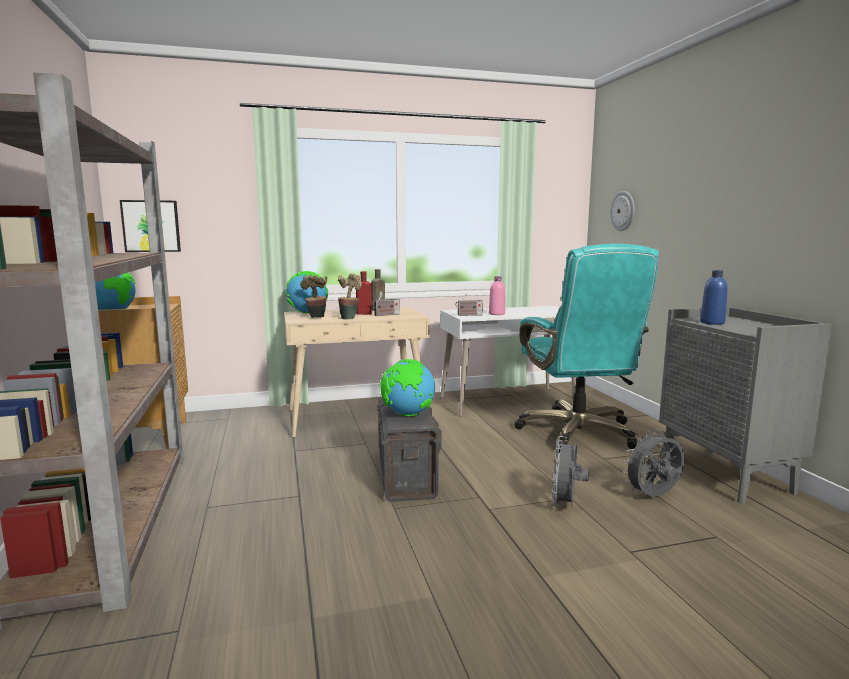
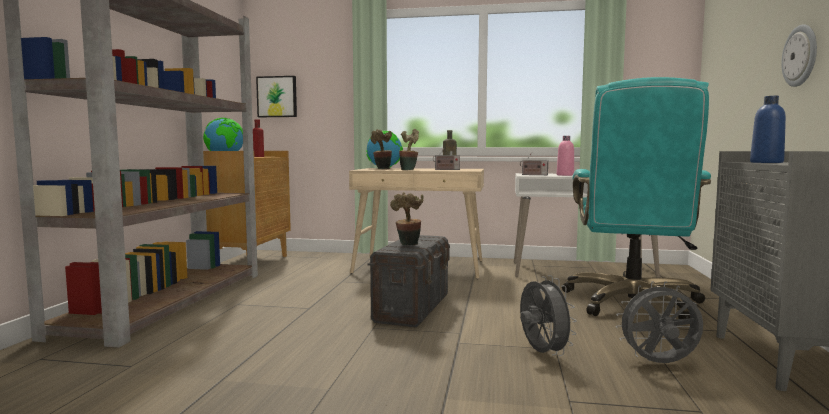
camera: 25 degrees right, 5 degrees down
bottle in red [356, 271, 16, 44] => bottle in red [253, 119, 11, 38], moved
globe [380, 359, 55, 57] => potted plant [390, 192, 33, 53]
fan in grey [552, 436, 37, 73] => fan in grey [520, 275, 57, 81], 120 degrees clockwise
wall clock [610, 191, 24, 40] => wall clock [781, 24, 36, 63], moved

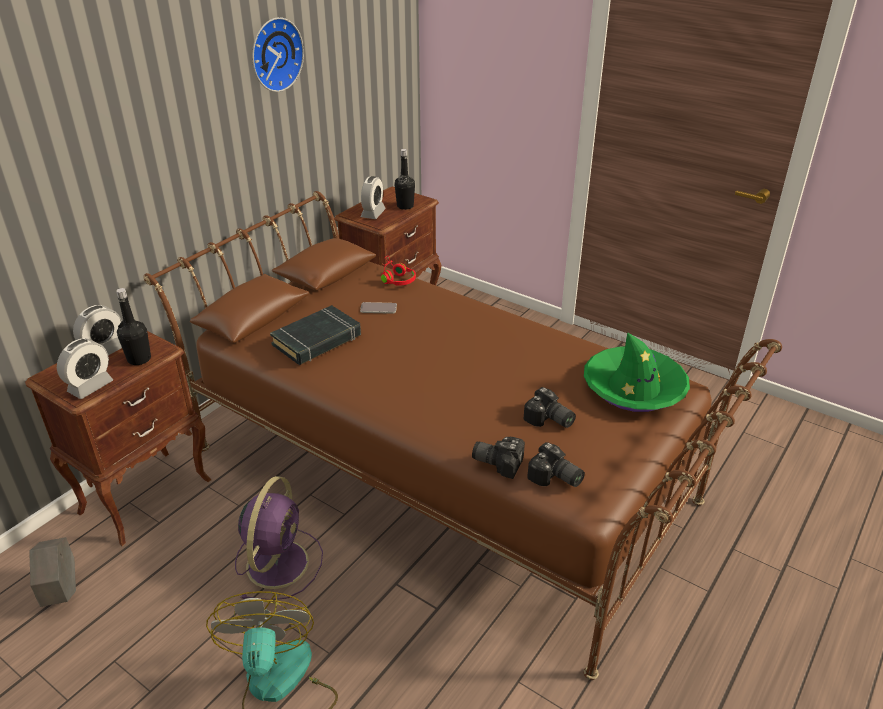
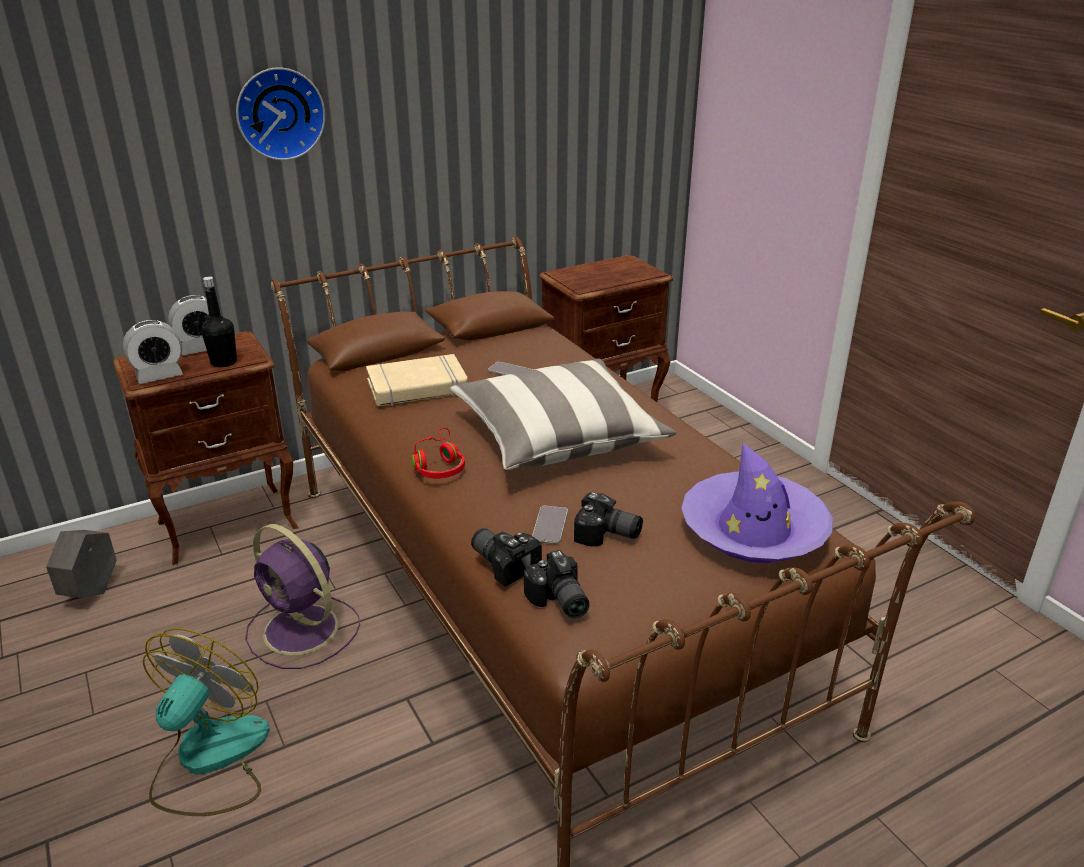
camera: 25 degrees right, 5 degrees down
wall clock [252, 17, 52, 75] => wall clock [236, 67, 89, 93], moved
fan in purple [235, 476, 88, 124] => fan in purple [245, 524, 115, 145], 90 degrees clockwise
book in black [270, 305, 91, 60] => book in beige [366, 354, 102, 53]
headphones in red [381, 256, 35, 30] => headphones in red [411, 428, 54, 51], moved
nothing => pillow [450, 359, 227, 111]
nothing => phone [532, 506, 36, 38]
photo camera [524, 387, 52, 41] => photo camera [574, 492, 69, 55], 45 degrees counterclockwise
hat in green [584, 332, 106, 80] => hat in purple [681, 443, 152, 120]
alarm clock [360, 176, 26, 43] => nothing
bottle in black [394, 149, 21, 61] => nothing

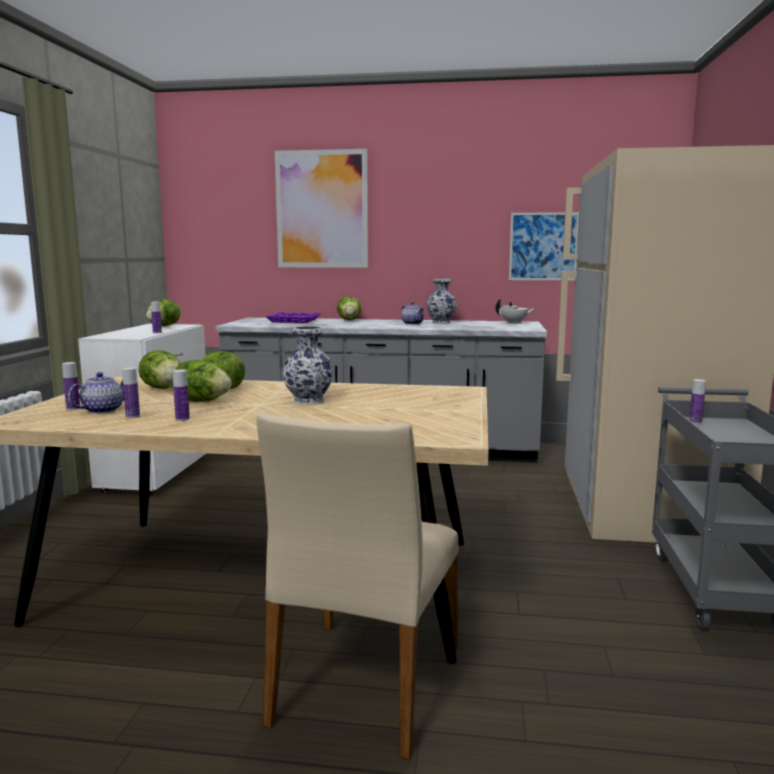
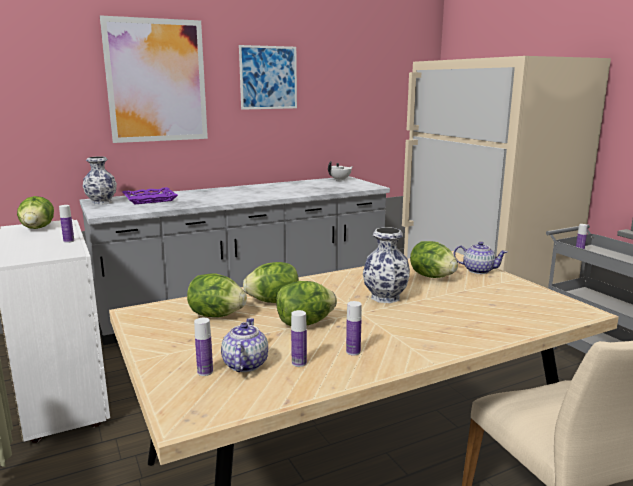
camera: 35 degrees left, 5 degrees up
vase [426, 279, 31, 45] => vase [83, 156, 34, 49], moved
picture [509, 212, 70, 69] => picture [239, 45, 58, 65], moved
lettuce [337, 296, 24, 24] => lettuce [410, 241, 48, 37], moved
teapot [401, 302, 23, 23] => teapot [453, 241, 54, 33], moved

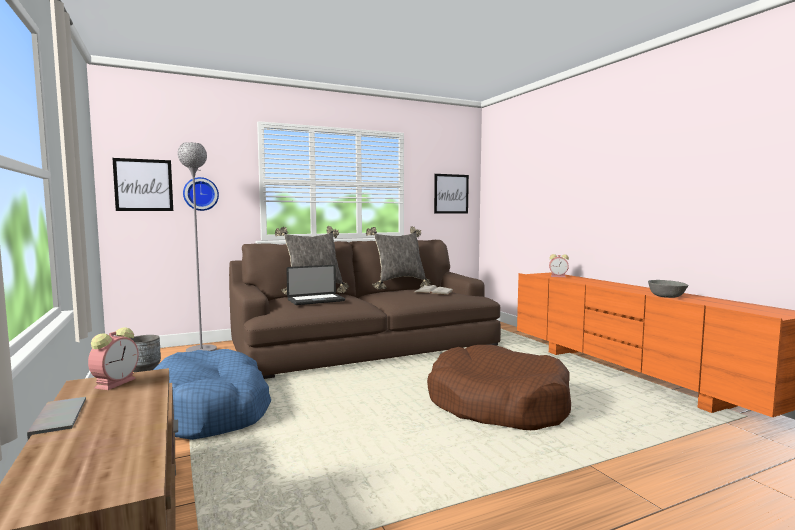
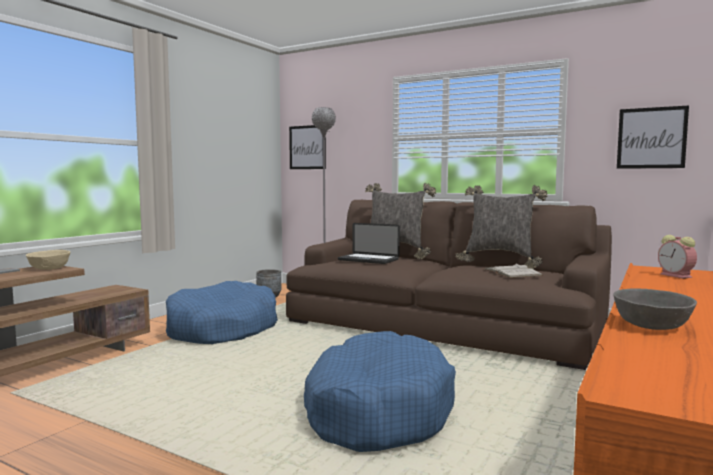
camera: 55 degrees right, 0 degrees up
alarm clock [88, 327, 51, 63] => bowl in beige [26, 250, 44, 20]
dog bed in brown [427, 345, 144, 85] => dog bed in blue [304, 331, 152, 121]
wall clock [183, 177, 36, 34] => nothing

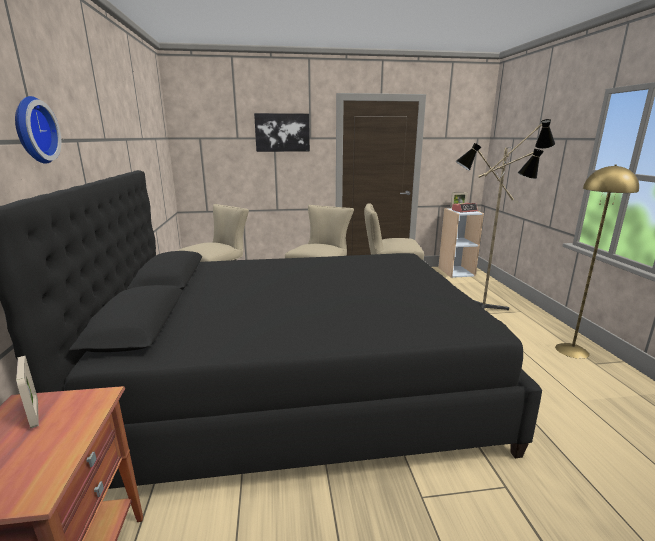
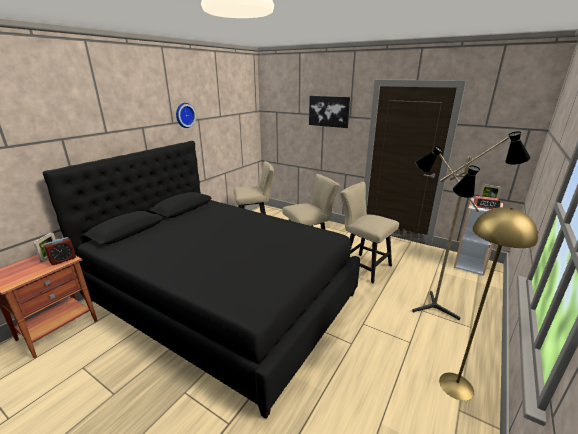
camera: 40 degrees right, 5 degrees up
nothing => alarm clock [43, 237, 33, 28]
wall clock [15, 96, 46, 68] => wall clock [176, 103, 20, 25], moved

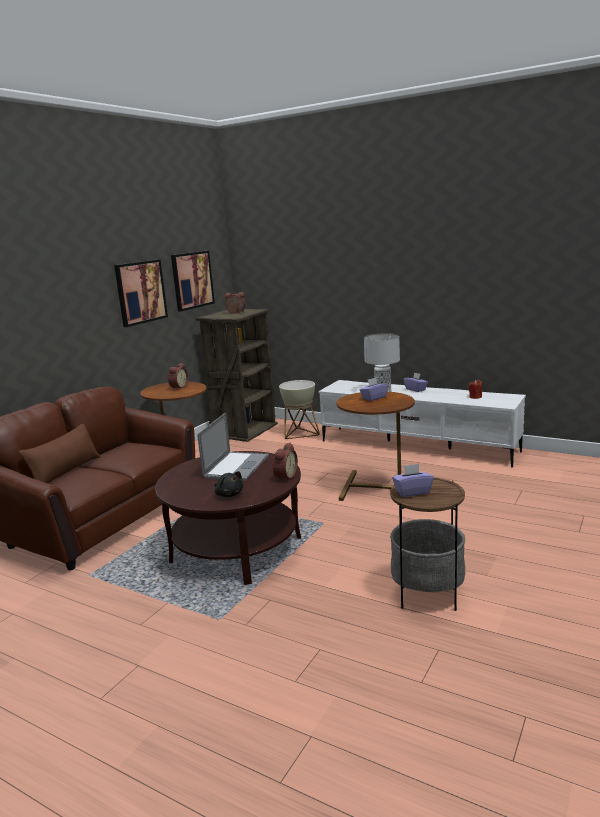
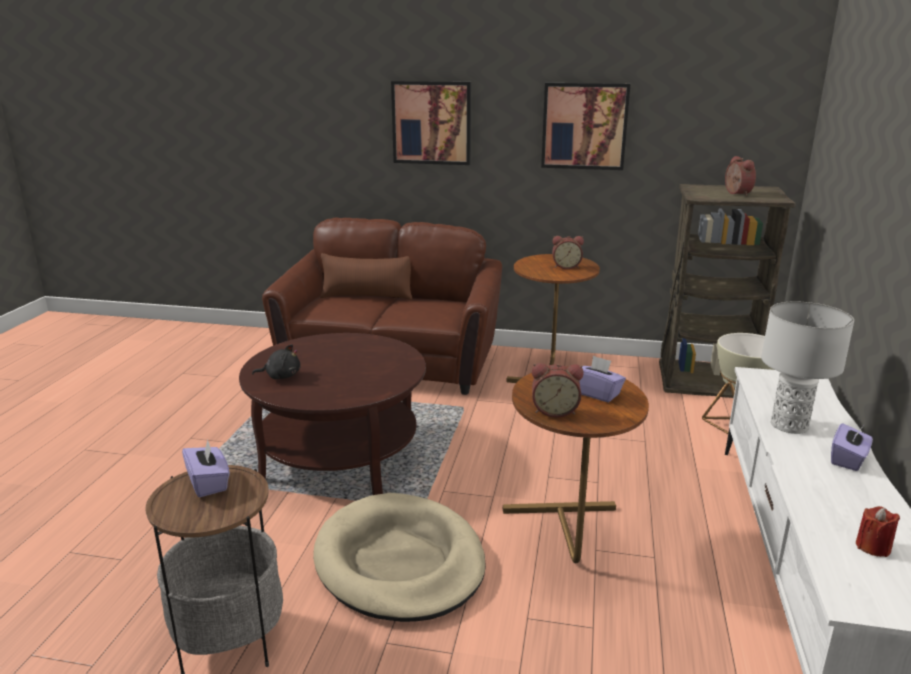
camera: 70 degrees right, 5 degrees up
plush toy in black [215, 471, 29, 26] => plush toy in black [252, 344, 48, 35], 120 degrees counterclockwise
nothing => dog bed in beige [313, 493, 173, 129]
picture [171, 251, 44, 60] => picture [391, 81, 80, 84], moved
alarm clock [272, 443, 26, 39] => alarm clock [532, 363, 51, 54], moved
laptop [197, 413, 72, 68] => nothing

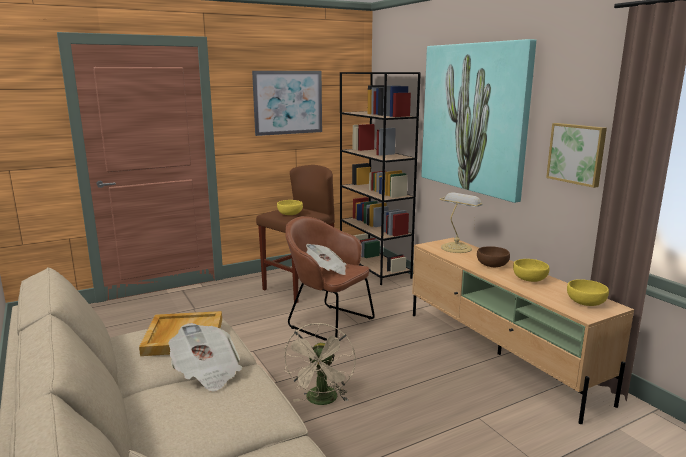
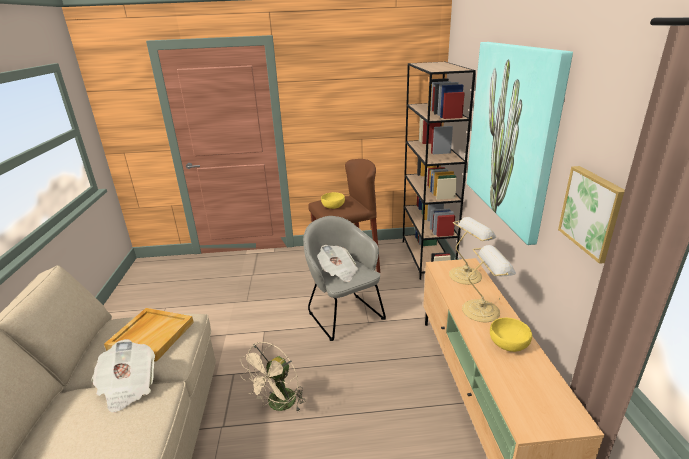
camera: 25 degrees right, 10 degrees up
armchair in brown [285, 216, 90, 125] => armchair in grey [303, 216, 83, 125]
bowl in brown [477, 246, 33, 21] => table lamp [462, 245, 54, 77]
picture [252, 71, 70, 65] => nothing
bowl in yellow [567, 279, 42, 27] => nothing

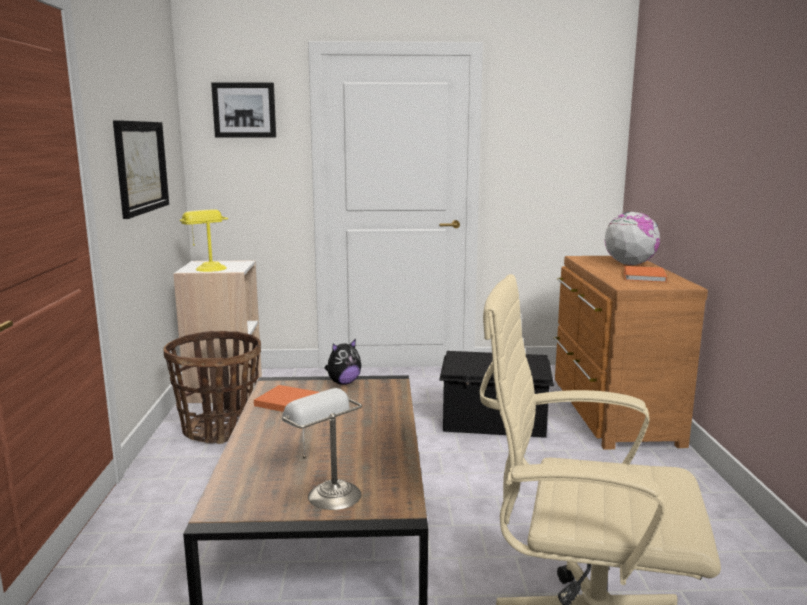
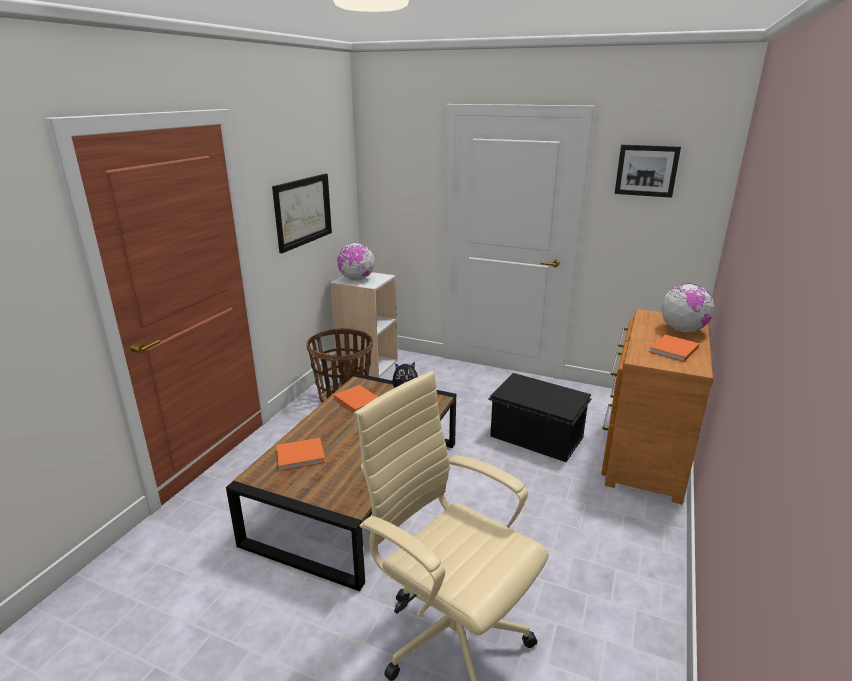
camera: 25 degrees right, 10 degrees up
nothing => book in orange [276, 438, 49, 33]
table lamp in yellow [180, 209, 48, 63] => globe [337, 243, 38, 38]
picture [211, 82, 65, 56] => picture [615, 145, 66, 53], moved
table lamp in white [282, 388, 80, 122] => nothing

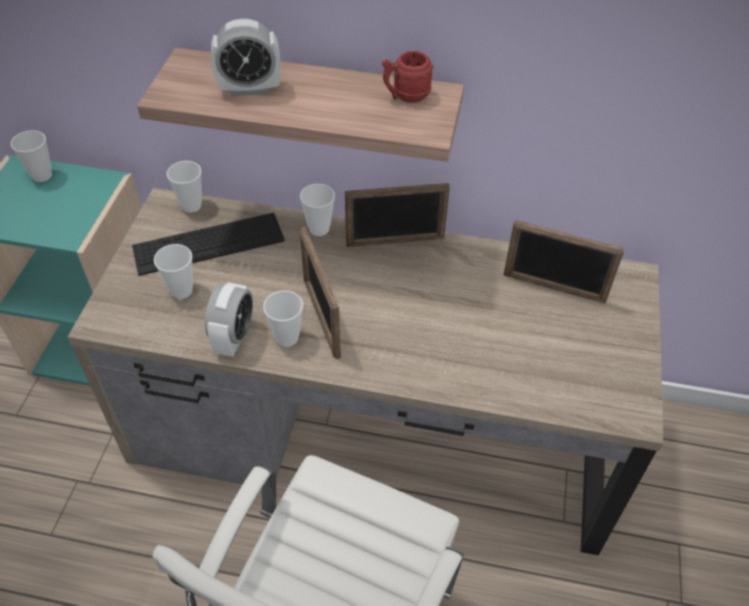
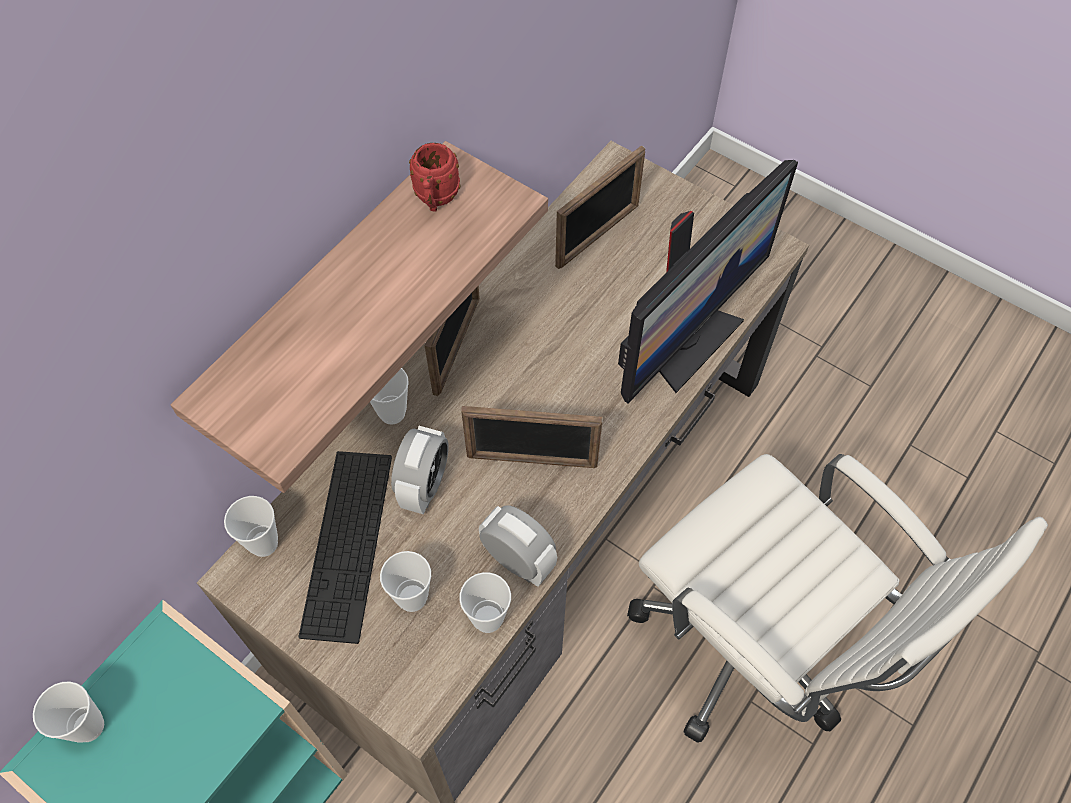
camera: 65 degrees left, 10 degrees up
alarm clock [211, 18, 70, 78] => alarm clock [391, 426, 58, 88], moved
cup [263, 290, 40, 57] => cup [459, 572, 52, 61], moved
nothing => monitor [618, 160, 180, 243]

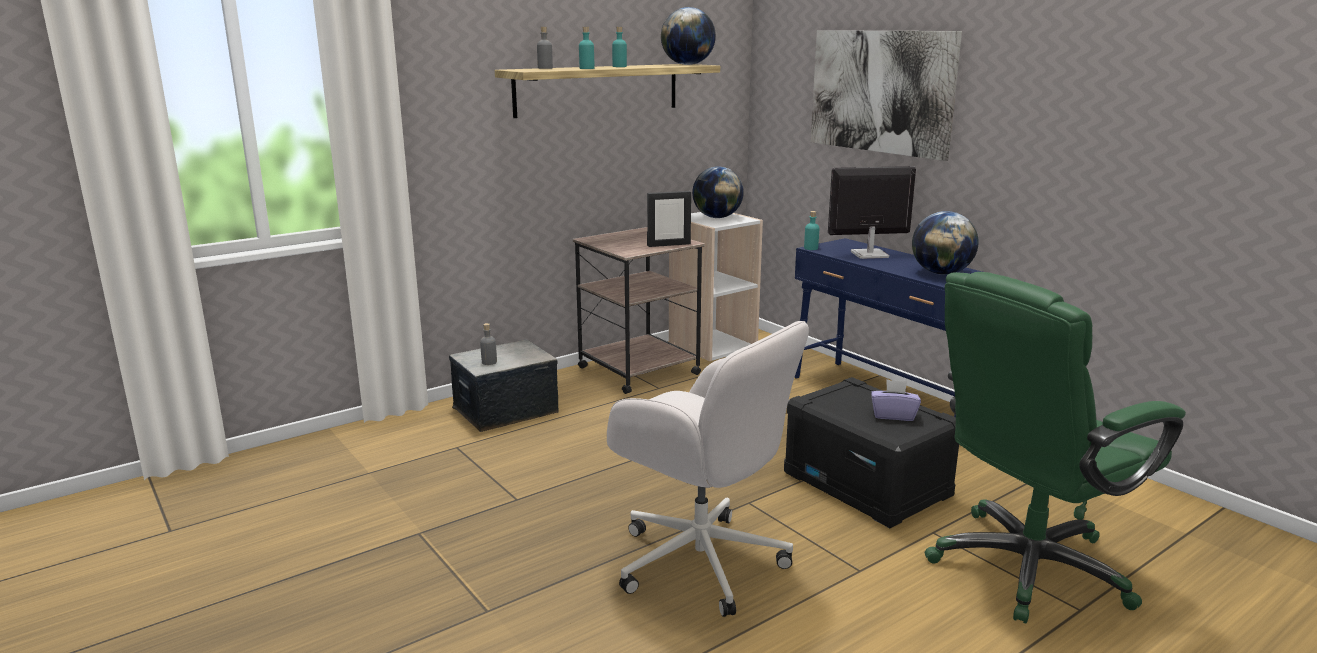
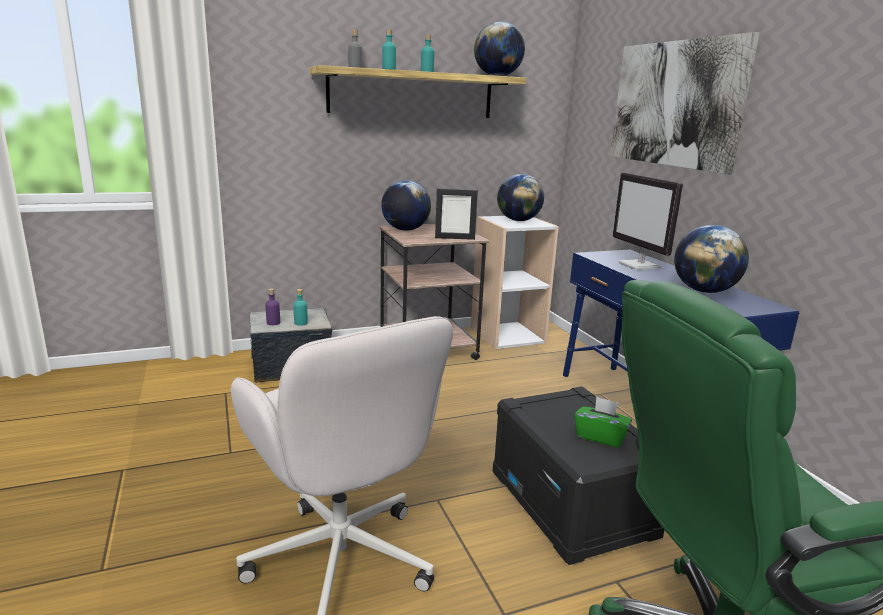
camera: 15 degrees right, 0 degrees up
bottle in grey [480, 323, 17, 42] => bottle in purple [265, 288, 15, 37]
bottle in turquoise [804, 211, 15, 39] => bottle in turquoise [293, 289, 15, 37], moved
nothing => globe [381, 180, 50, 51]
tissue box in purple [871, 379, 50, 42] => tissue box in green [575, 397, 57, 51]
monitor [828, 166, 88, 93] => monitor [613, 173, 70, 97], 120 degrees counterclockwise

